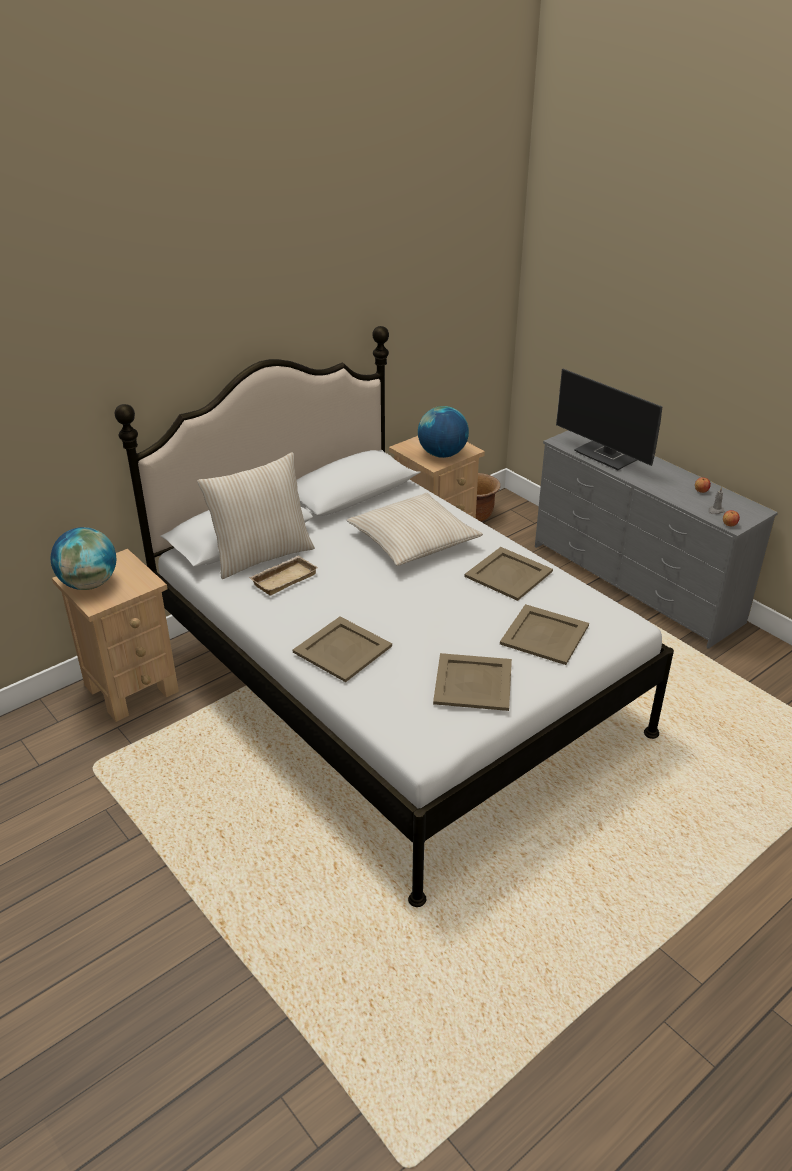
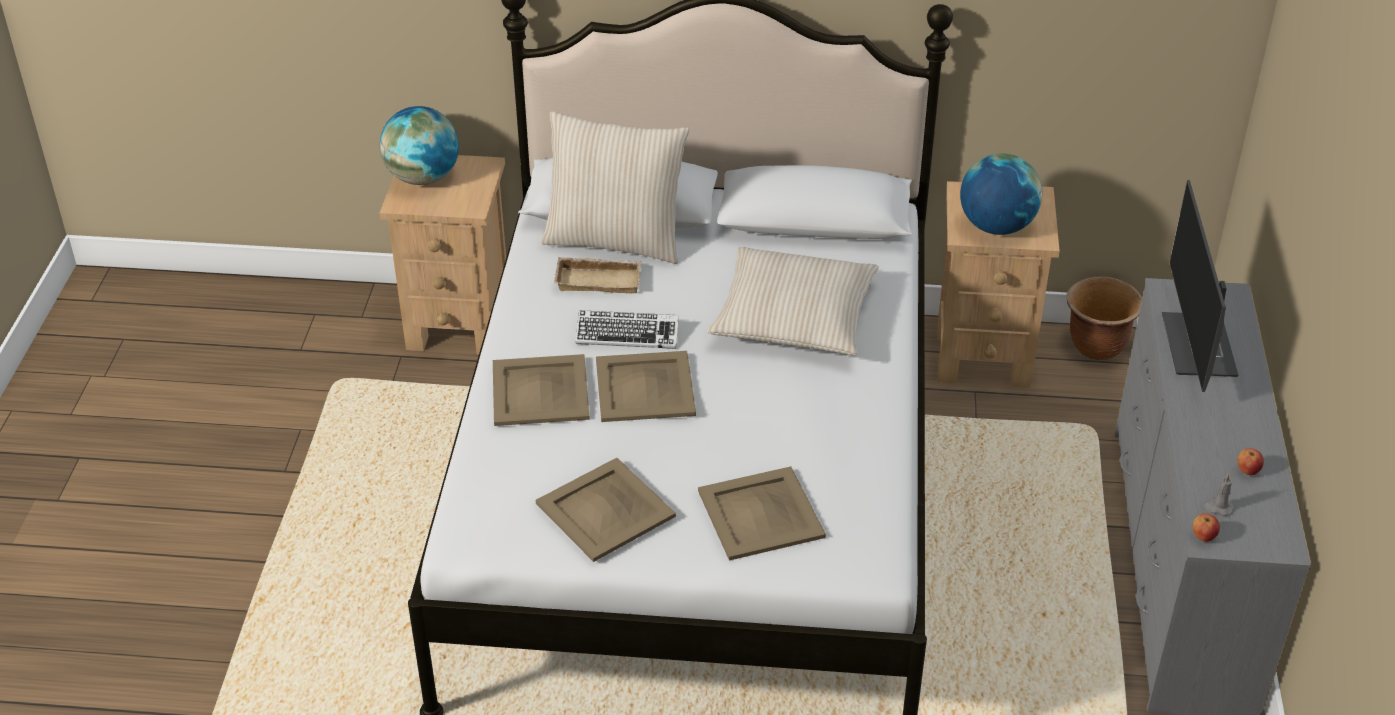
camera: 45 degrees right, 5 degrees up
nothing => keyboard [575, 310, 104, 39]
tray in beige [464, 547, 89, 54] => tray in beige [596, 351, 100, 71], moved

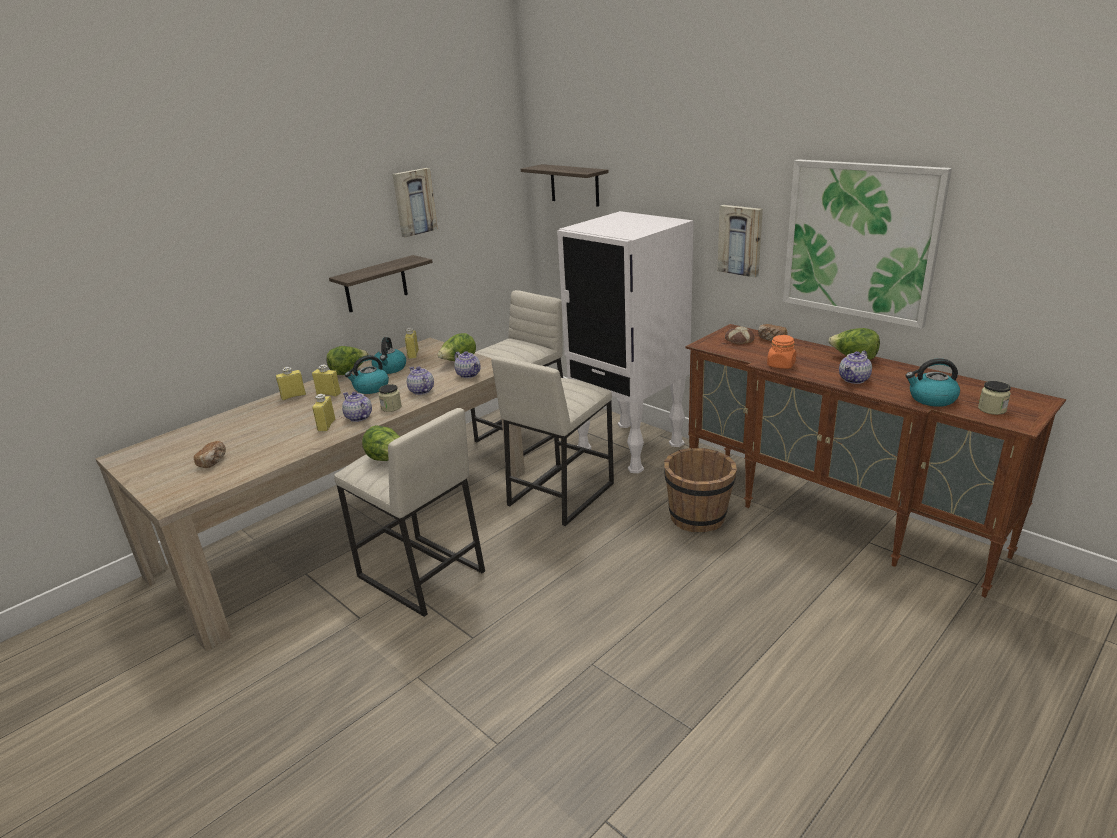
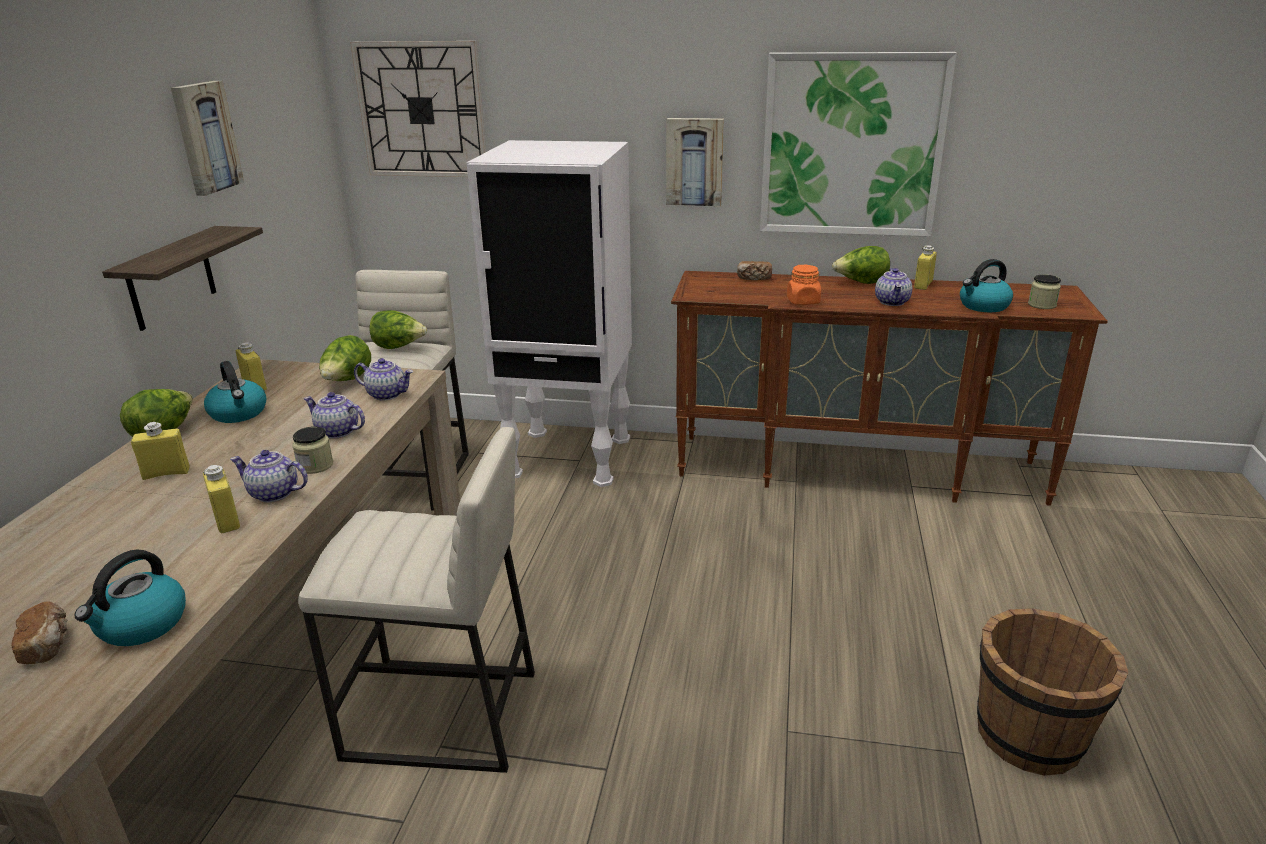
camera: 35 degrees left, 0 degrees up
kettle [345, 355, 44, 39] => kettle [74, 549, 112, 97], moved
shelf [521, 164, 87, 43] => wall clock [350, 41, 136, 136]
lettuce [362, 425, 38, 36] => lettuce [369, 310, 58, 39], moved
bottle in yellow [276, 367, 30, 33] => bottle in yellow [914, 245, 23, 45], moved
bucket in brown [664, 448, 73, 84] => bucket in brown [977, 608, 151, 168], moved
stool in beige [491, 356, 123, 170] => nothing
bread [725, 326, 30, 18] => nothing

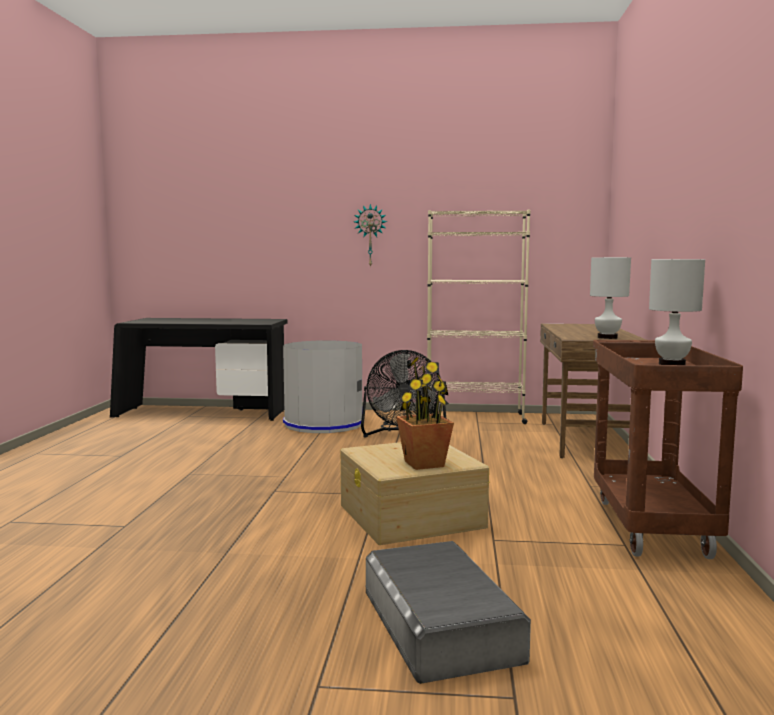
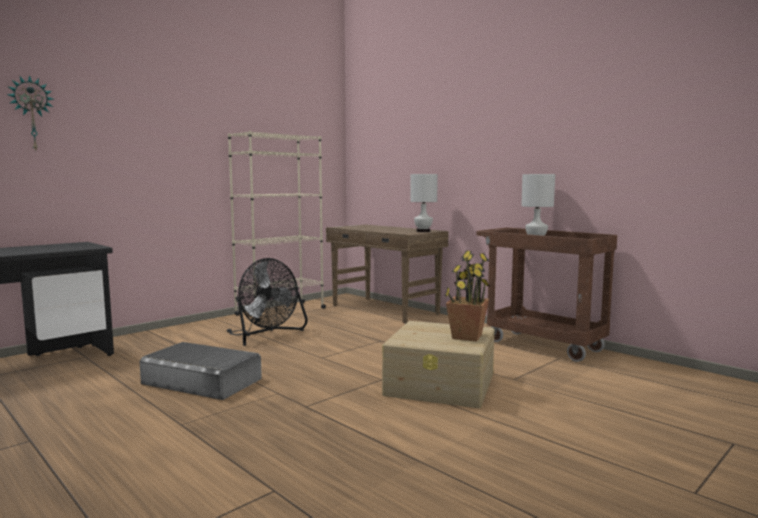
camera: 50 degrees left, 0 degrees up
wall clock [354, 204, 33, 64] => wall clock [7, 75, 46, 76], moved
storage box in grey [366, 541, 165, 143] => storage box in grey [139, 342, 123, 58], moved
trash can in grey [283, 340, 79, 93] => nothing

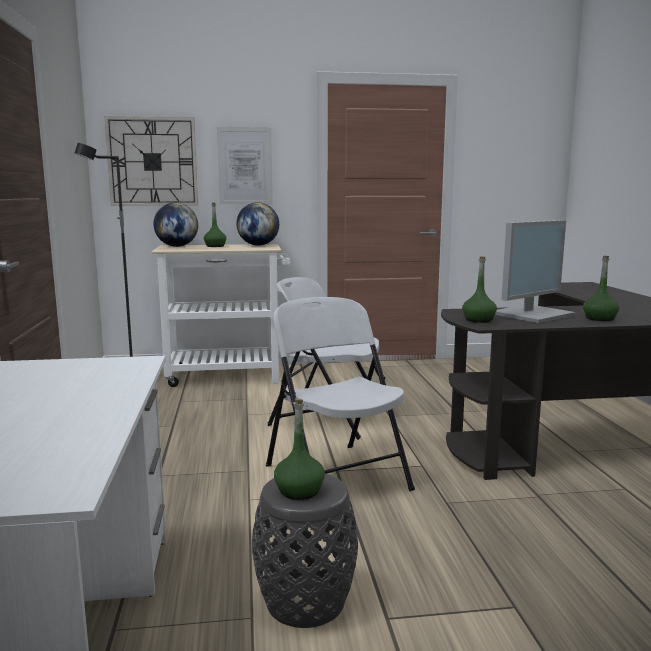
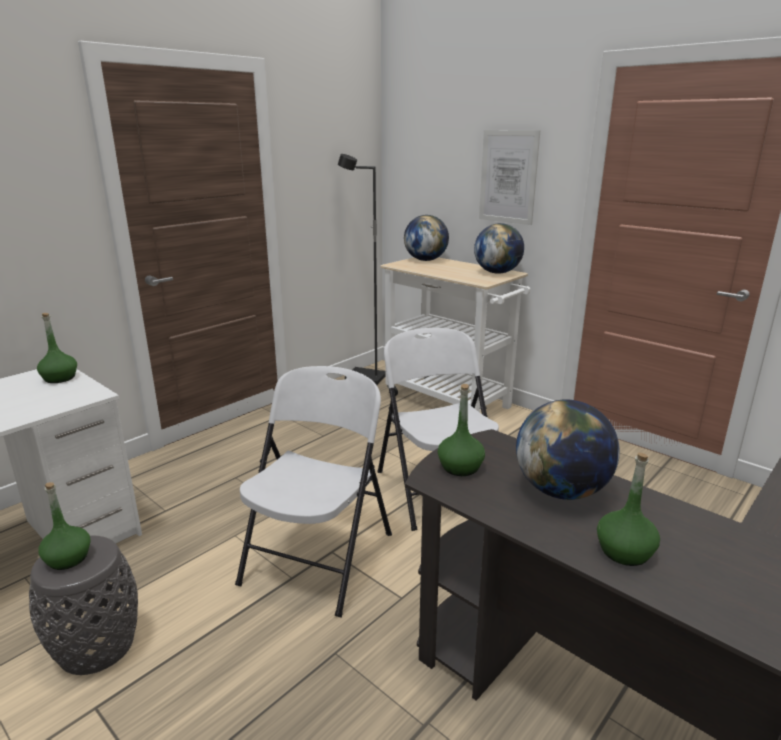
camera: 50 degrees right, 10 degrees up
bottle in green [204, 203, 22, 44] => bottle in green [37, 313, 40, 70], moved
monitor [495, 220, 81, 103] => globe [516, 399, 104, 101]
wall clock [104, 116, 94, 90] => nothing

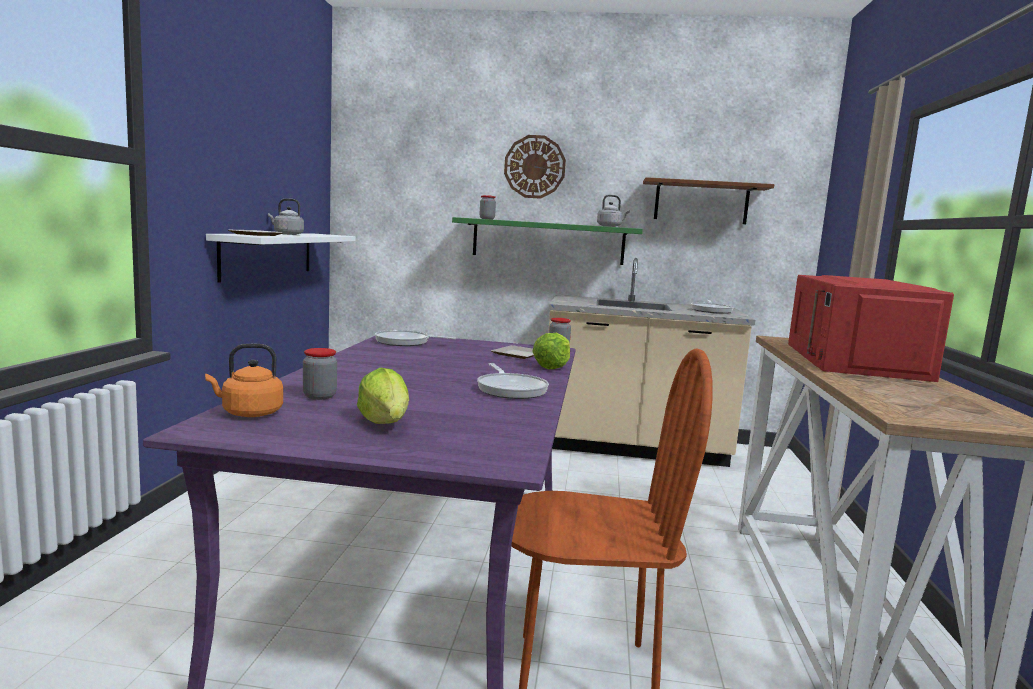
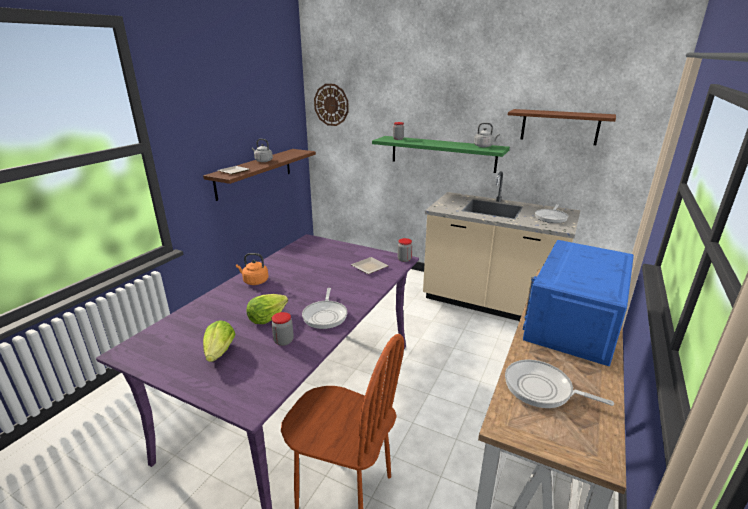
camera: 20 degrees right, 15 degrees up
shelf in white [206, 234, 149, 49] => shelf in brown [203, 149, 113, 52]
kettle in orange [205, 344, 78, 73] => kettle in orange [236, 253, 33, 32], moved
lettuce [532, 333, 38, 36] => lettuce [246, 294, 42, 30], moved
jar [303, 348, 34, 52] => jar [271, 312, 23, 34], moved
wall clock [504, 135, 62, 64] => wall clock [314, 84, 35, 42], moved
frying pan [375, 330, 81, 16] => frying pan [505, 360, 109, 48], moved
microwave in red [788, 275, 166, 107] => microwave in blue [523, 240, 111, 126]

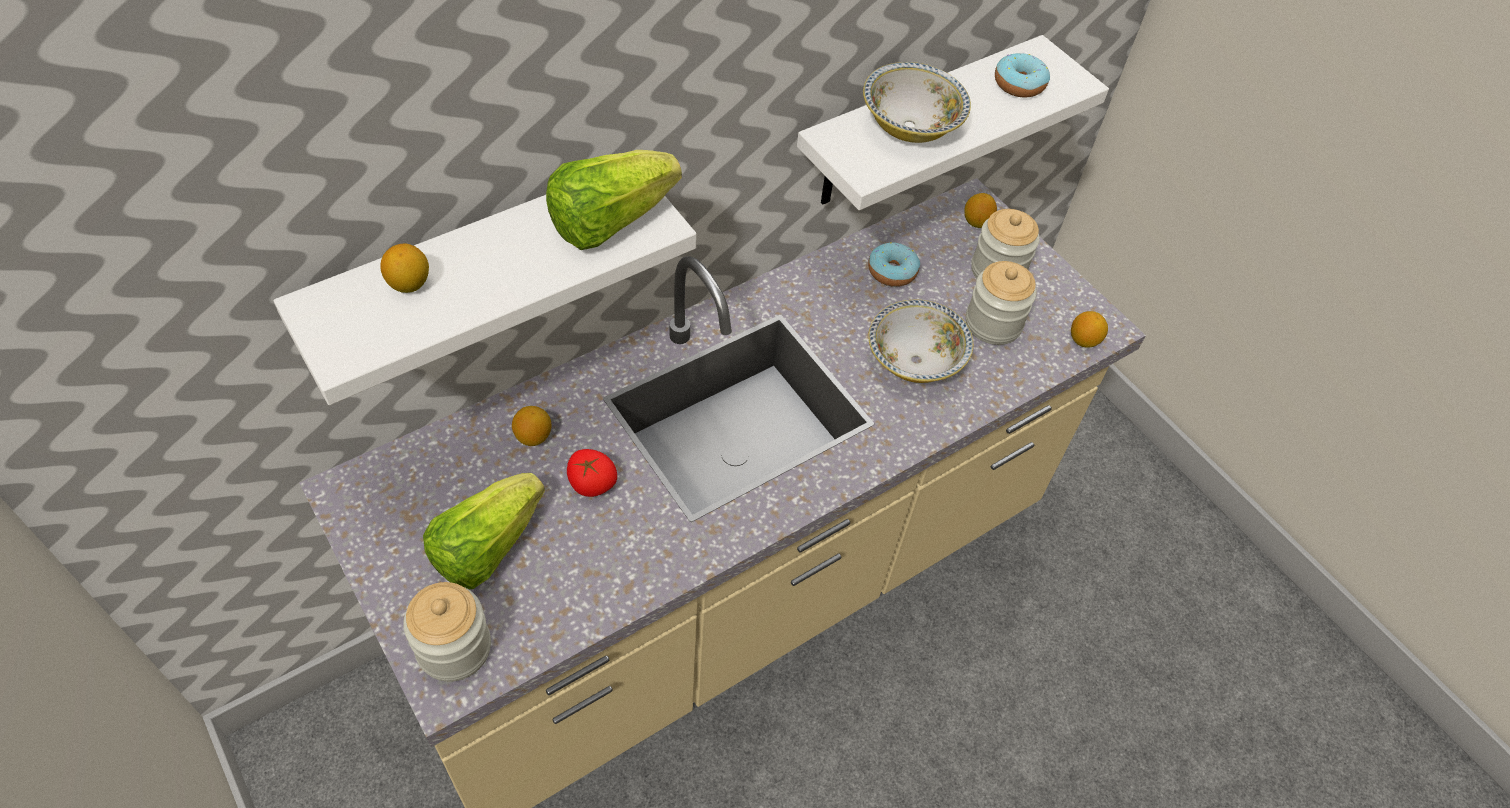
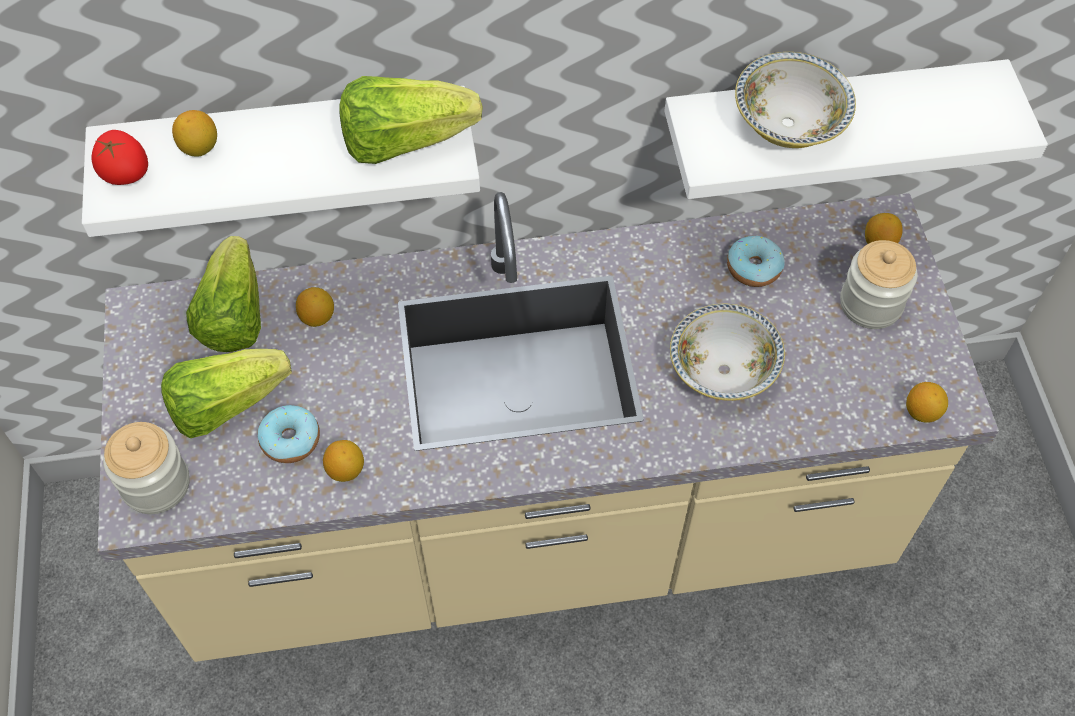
camera: 30 degrees right, 5 degrees up
tomato [567, 449, 50, 48] => tomato [92, 130, 56, 55], moved
nothing => lettuce [186, 236, 75, 116]
donut [995, 53, 55, 44] => donut [257, 405, 63, 58], moved
nothing => lemon [323, 440, 41, 42]
jar [966, 261, 71, 84] => nothing

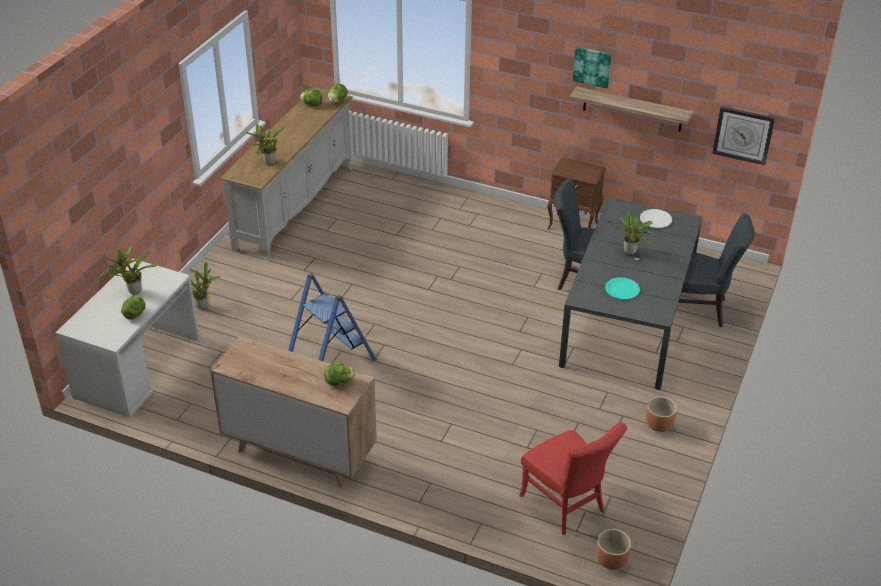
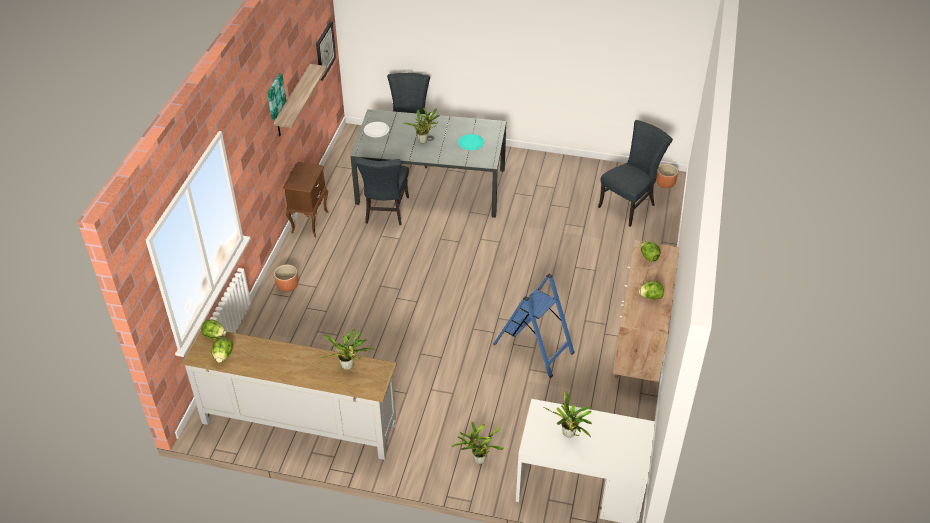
camera: 100 degrees left, 5 degrees up
planter in brown [646, 396, 31, 36] => planter in brown [274, 265, 24, 27], moved
chair in red [519, 422, 108, 113] => chair in grey [598, 120, 75, 107]
lettuce [121, 296, 24, 24] => lettuce [639, 281, 25, 18], moved

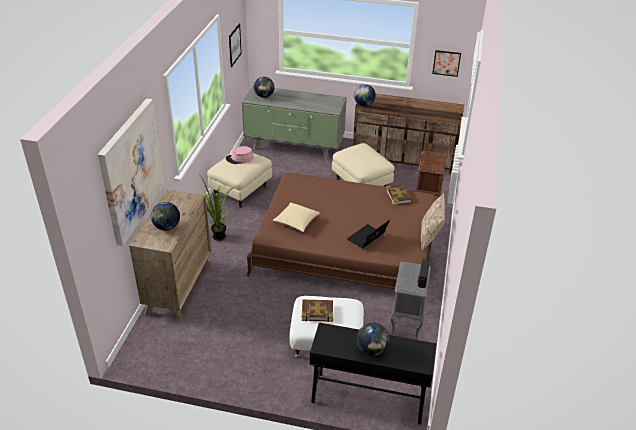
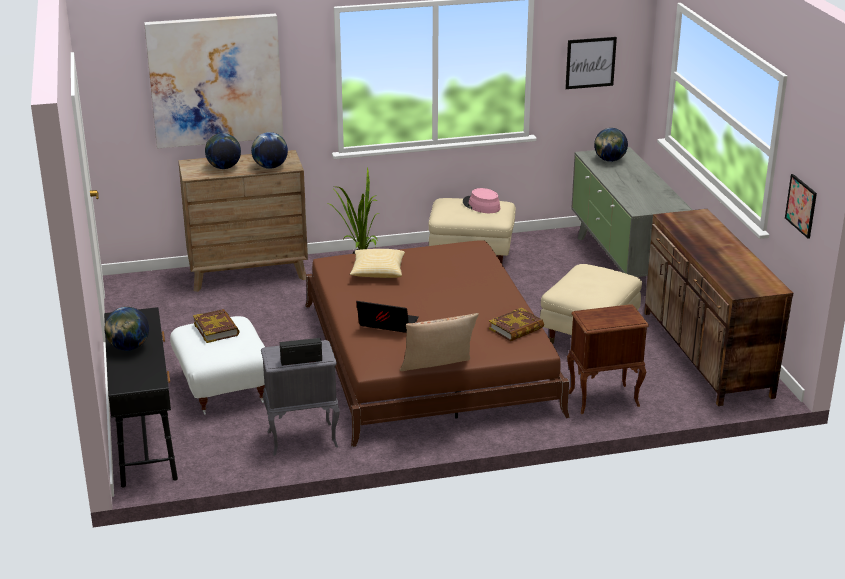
camera: 65 degrees right, 10 degrees down
globe [354, 84, 22, 22] => globe [251, 132, 37, 37], moved

